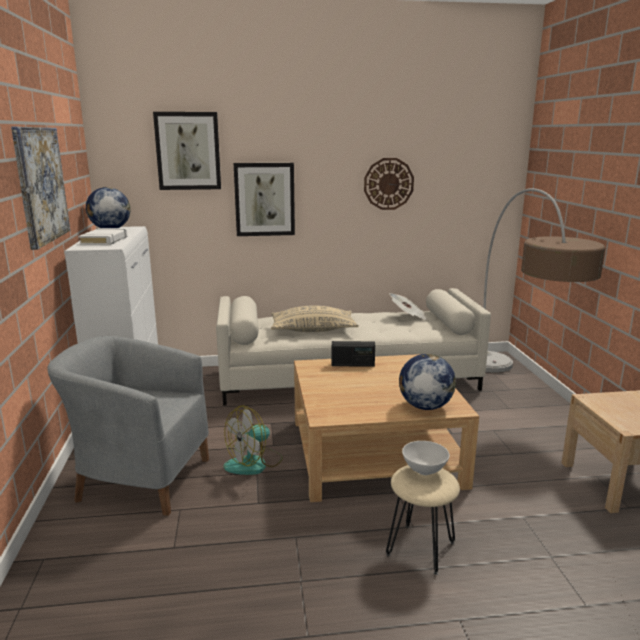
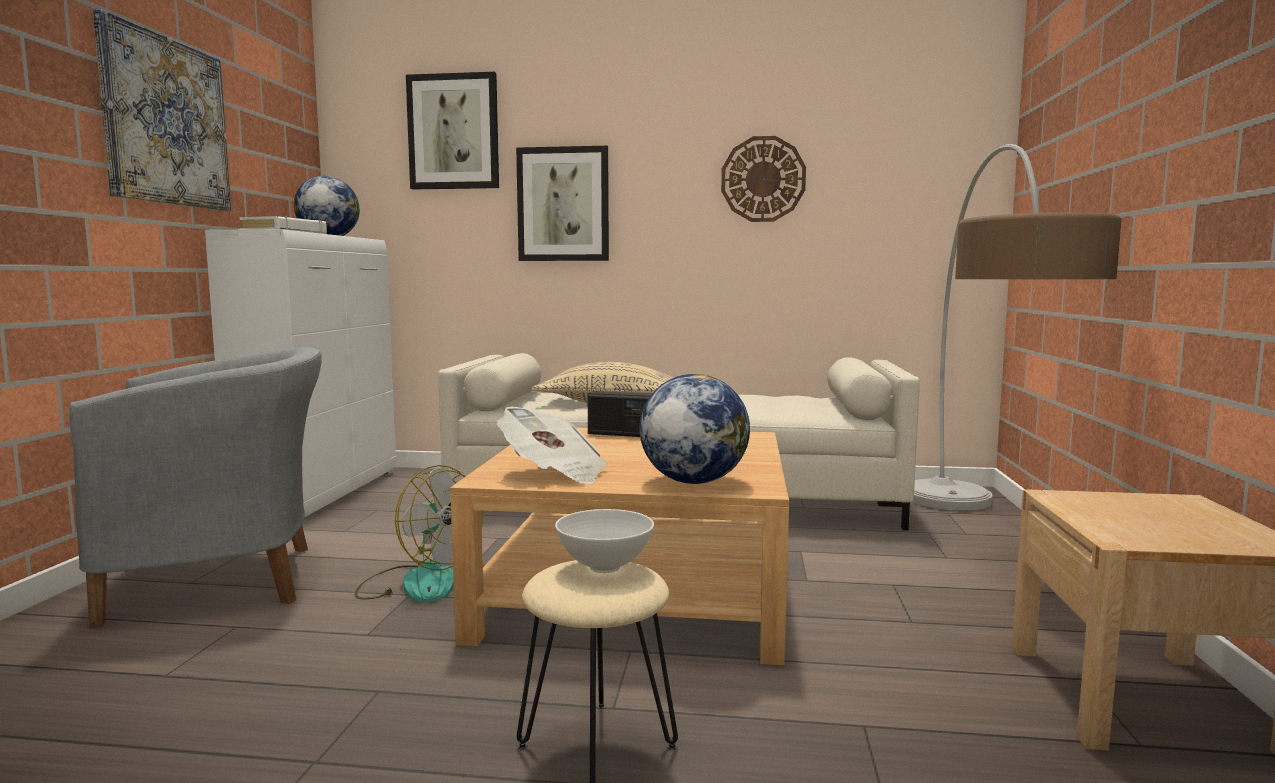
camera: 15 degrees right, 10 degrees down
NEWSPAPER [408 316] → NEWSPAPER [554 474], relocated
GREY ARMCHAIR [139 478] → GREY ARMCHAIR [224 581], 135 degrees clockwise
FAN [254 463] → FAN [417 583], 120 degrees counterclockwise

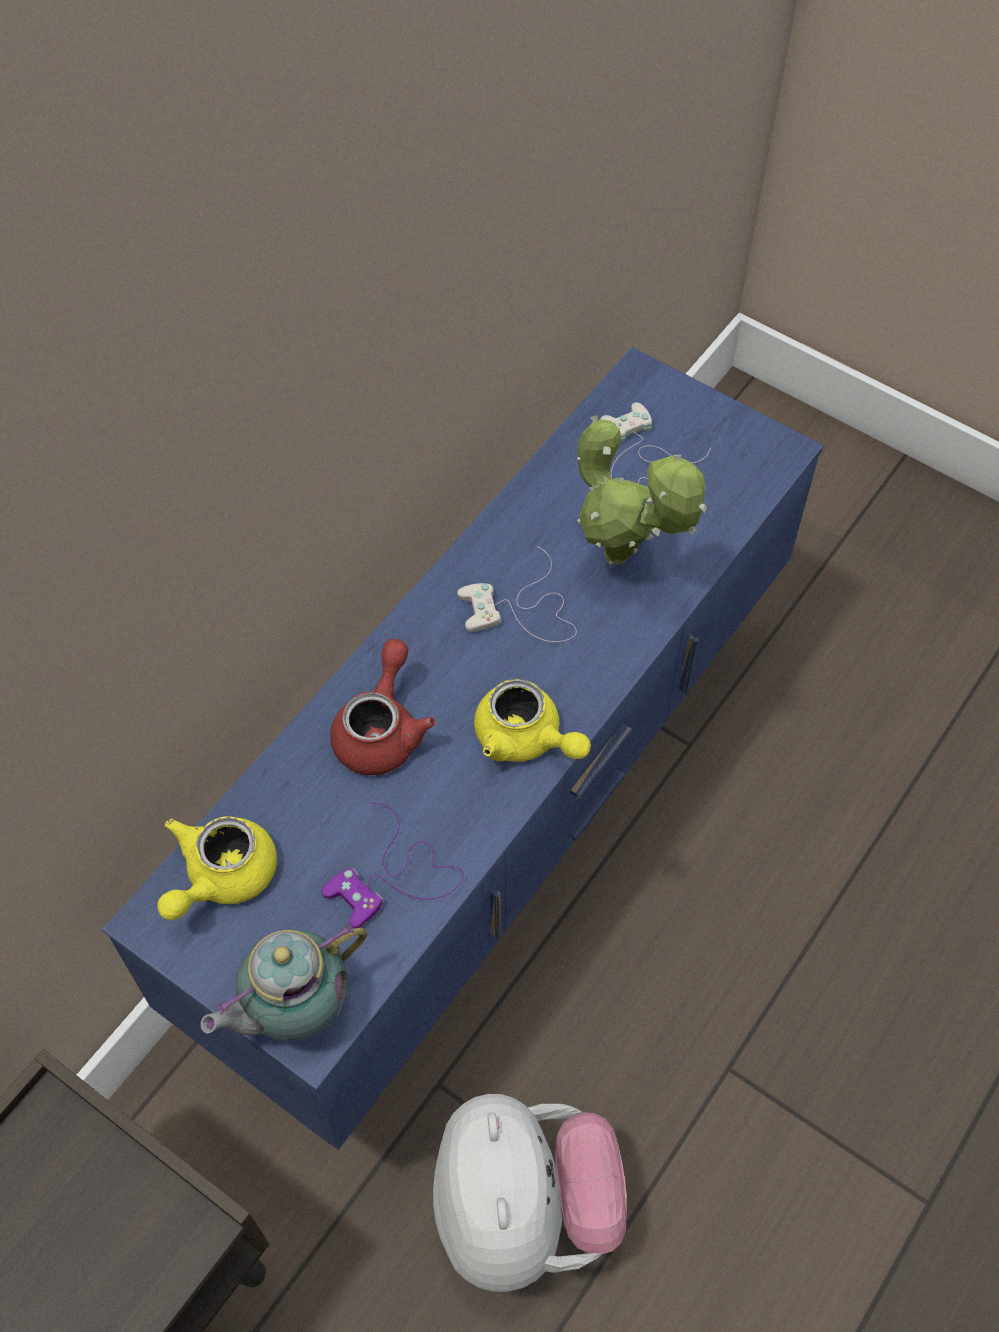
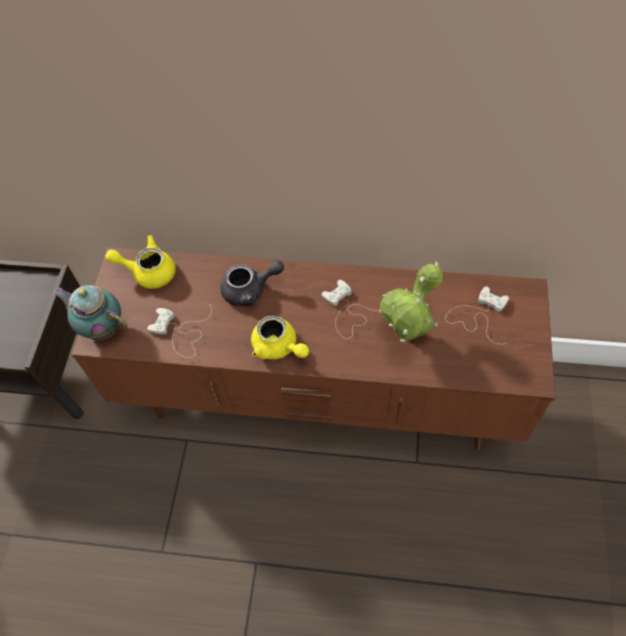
camera: 65 degrees right, 0 degrees up
PLUSH TOY [524 1210] → -
BLUE TV STAND [498 827] → BROWN TV STAND [319 400]
PURPLE GAME CONTROLLER [395 876] → WHITE GAME CONTROLLER [181 332]
RED TEAPOT [382 729] → GREY TEAPOT [250 290]
YELLOW TEAPOT [526 739] → YELLOW TEAPOT [278 347], 60 degrees counterclockwise

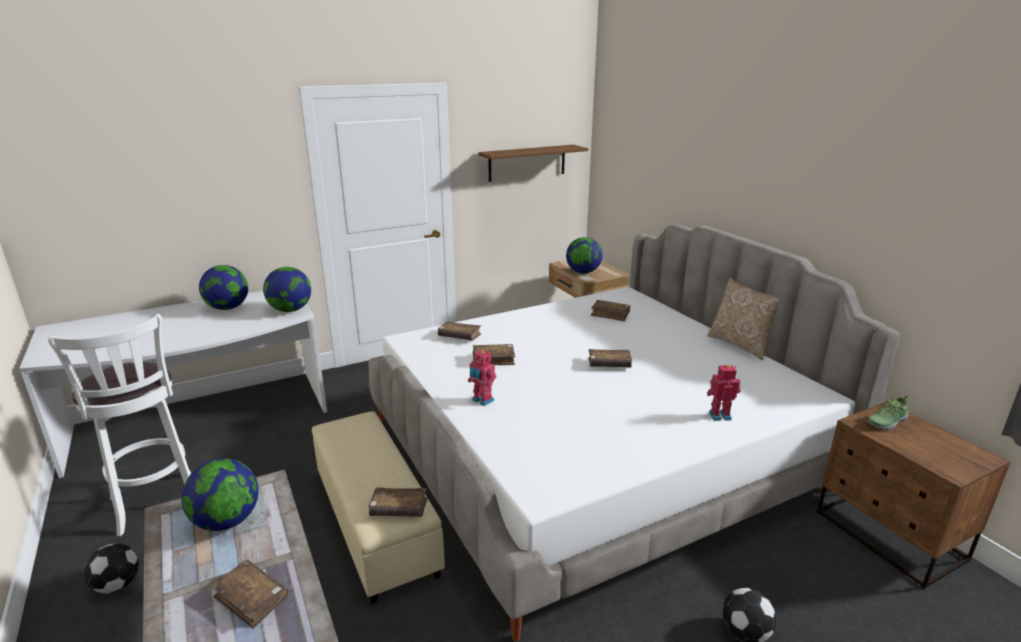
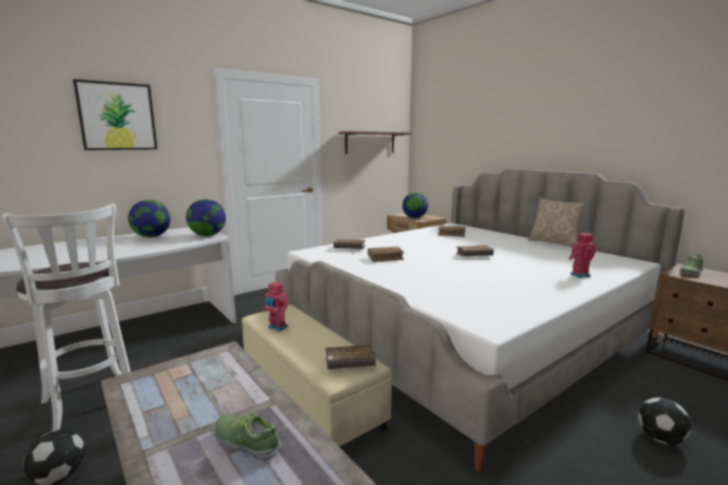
camera: 10 degrees left, 10 degrees down
GLOBE [227 521] → -
- → PICTURE [117 116]
TOY ROBOT [482 401] → TOY ROBOT [276 327], relocated
BROWN BOOK [251 599] → SHOE [247 442]

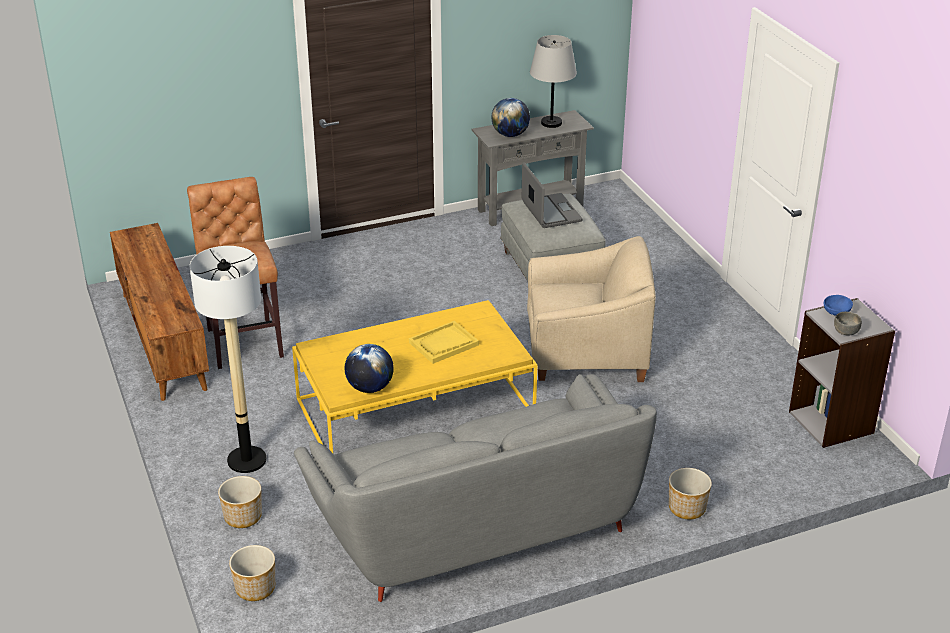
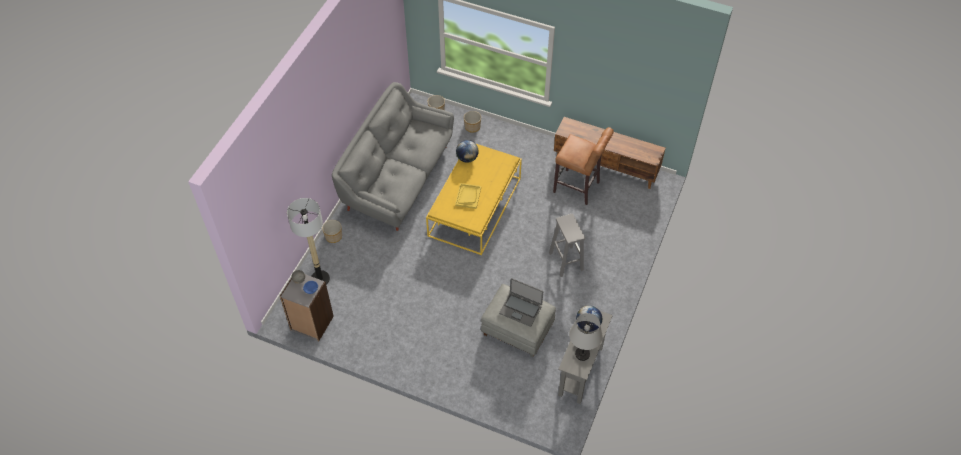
camera: 135 degrees right, 20 degrees up
BEIGE ARMCHAIR [586 353] → -
- → GREY STOOL [565 261]
FLOOR LAMP [247 460] → FLOOR LAMP [320 279], relocated

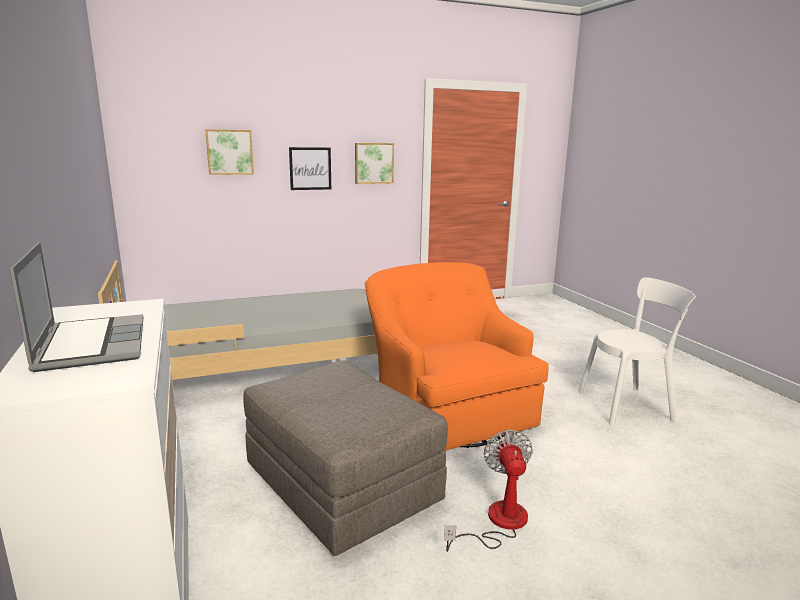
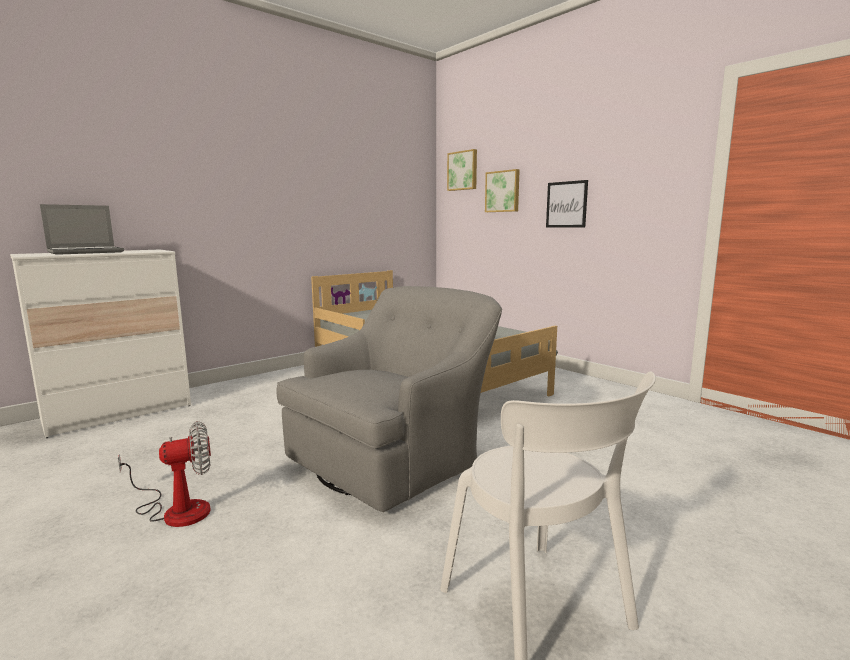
camera: 70 degrees right, 5 degrees down
GREY OTTOMAN [340 484] → -
PICTURE [373 163] → PICTURE [463 170], relocated
ORANGE ARMCHAIR [448 411] → GREY ARMCHAIR [394 457]

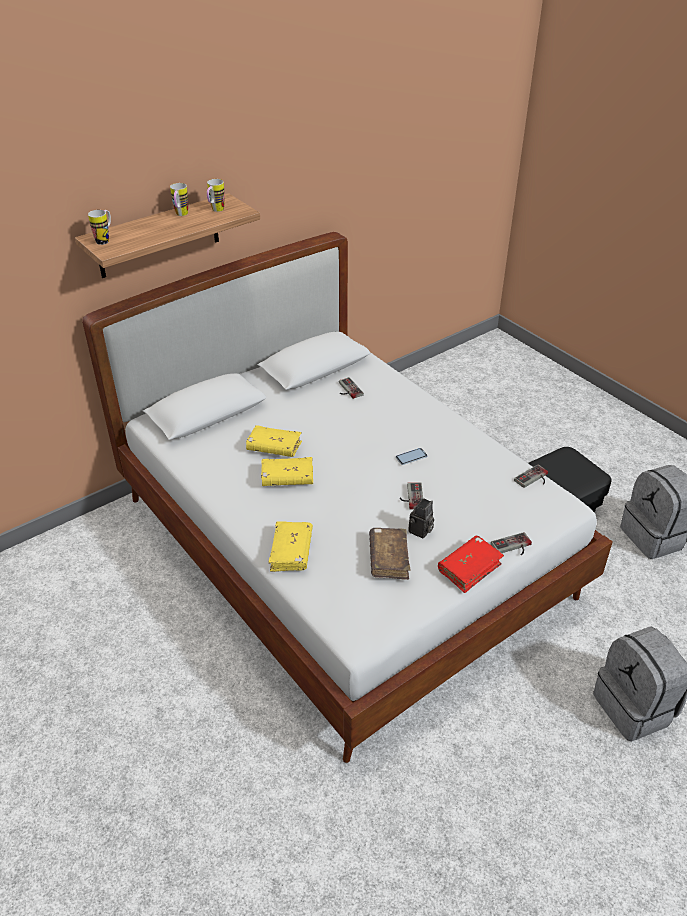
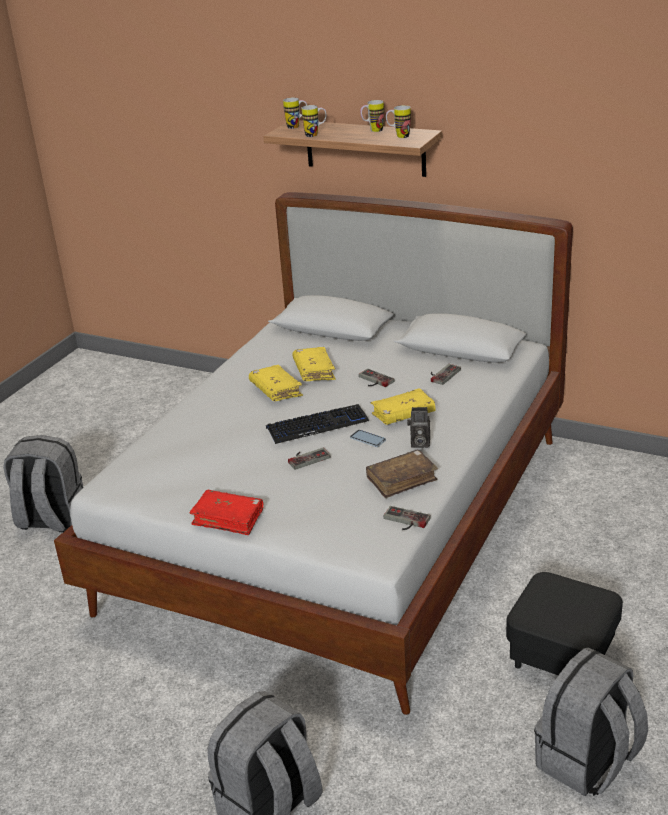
camera: 65 degrees right, 10 degrees down
- → GREY BACKPACK [51 519]
- → KEYBOARD [317 425]
- → MUG [315 135]
YELLOW BOOK [291 552] → YELLOW BOOK [403 414], relocated
BROWN BOOK [388 558] → BROWN BOOK [401 480], relocated
PHOTO CAMERA [420 531] → PHOTO CAMERA [419 443], relocated
GAME CONTROLLER [513 547] → GAME CONTROLLER [373 381], relocated

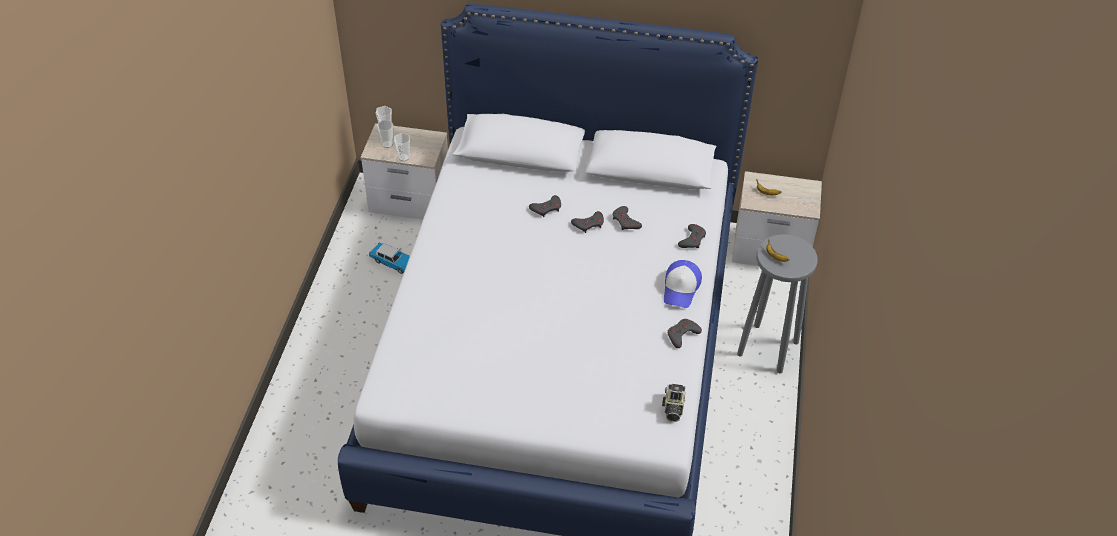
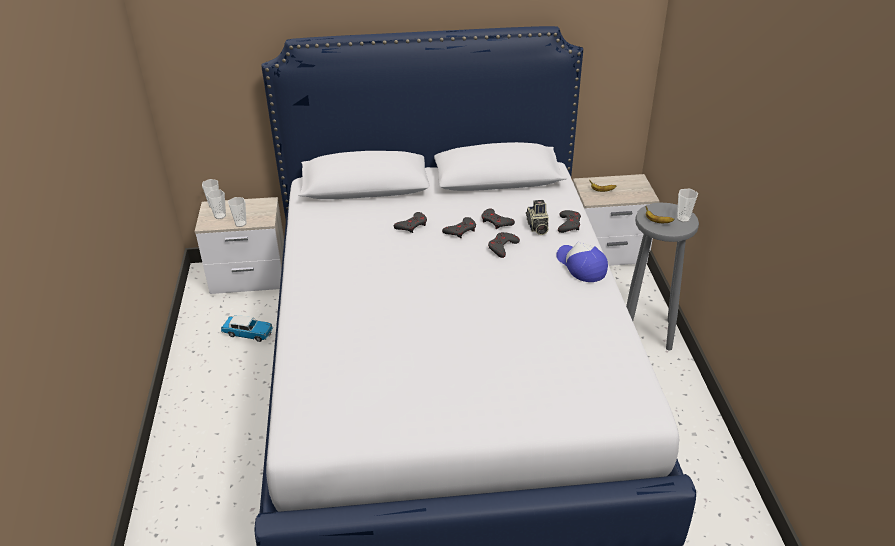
camera: 15 degrees left, 10 degrees down
- → CUP [683 219]
PHOTO CAMERA [672 408] → PHOTO CAMERA [537 227], relocated
GREY GAME CONTROLLER [682 335] → GREY GAME CONTROLLER [502 247], relocated
CAP [681 288] → CAP [581 266], 150 degrees clockwise

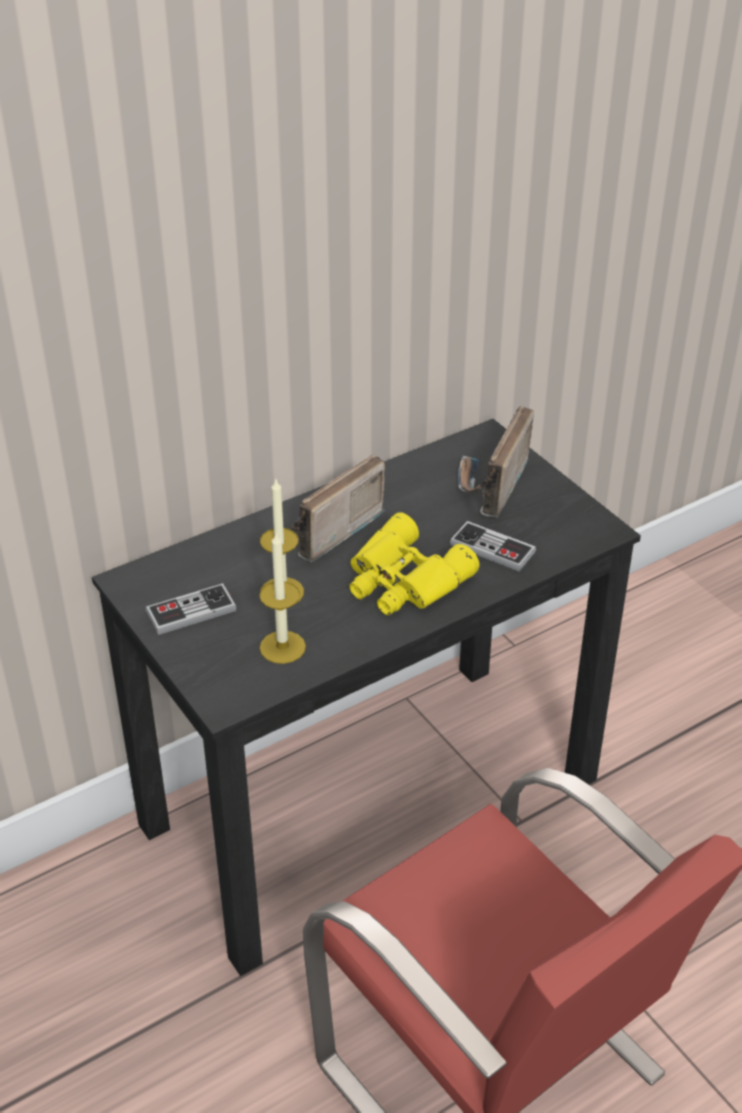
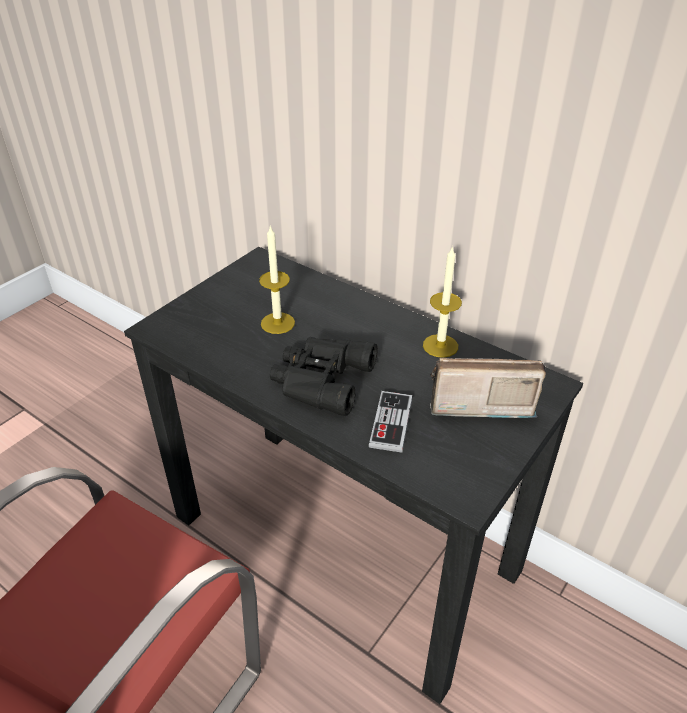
camera: 70 degrees right, 0 degrees up
GAME CONTROLLER [191 611] → -
RADIO [327 530] → -
CANDLE [282 647] → CANDLE [440 346], relocated
YELLOW BINOCULARS [403 581] → BLACK BINOCULARS [319 380]

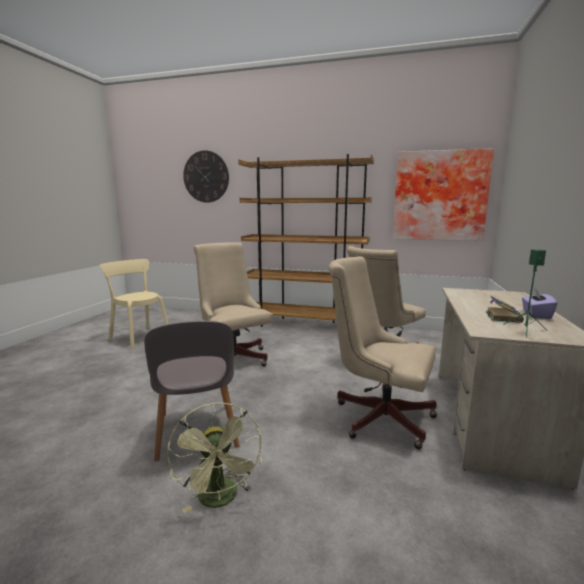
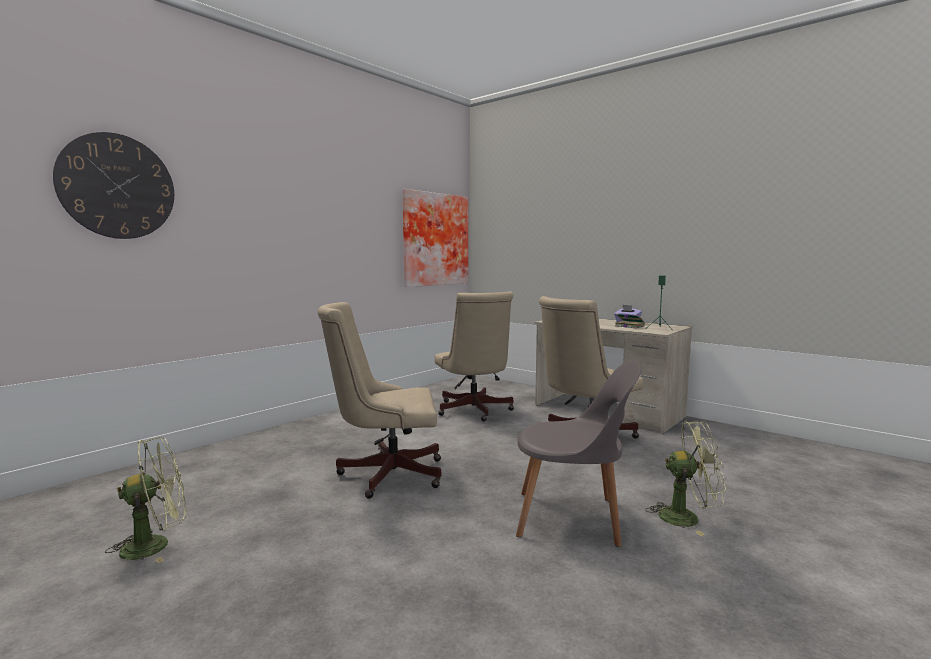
camera: 65 degrees left, 5 degrees down
BROWN BOOKCASE [304 325] → -
BEIGE CHAIR [139 337] → GREEN FAN [156 545]

